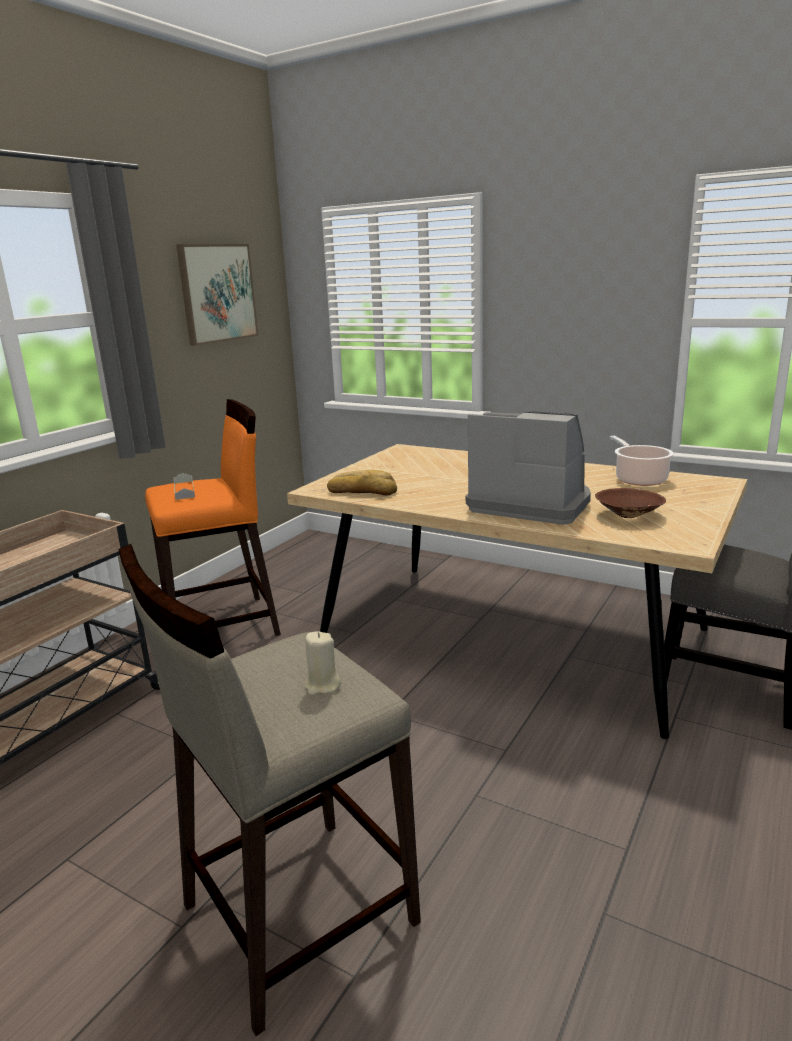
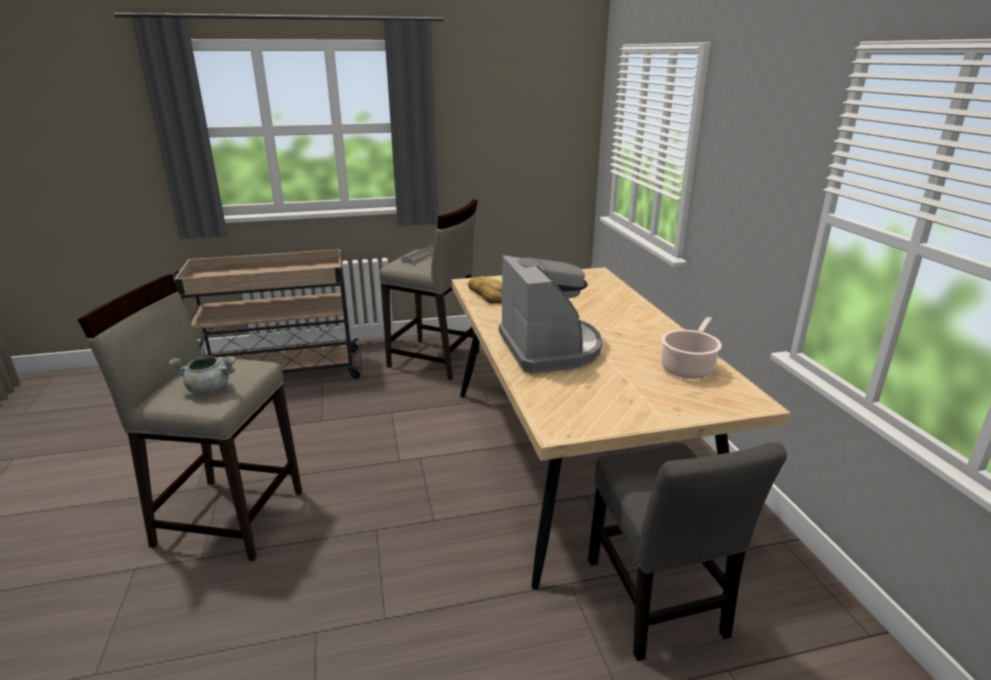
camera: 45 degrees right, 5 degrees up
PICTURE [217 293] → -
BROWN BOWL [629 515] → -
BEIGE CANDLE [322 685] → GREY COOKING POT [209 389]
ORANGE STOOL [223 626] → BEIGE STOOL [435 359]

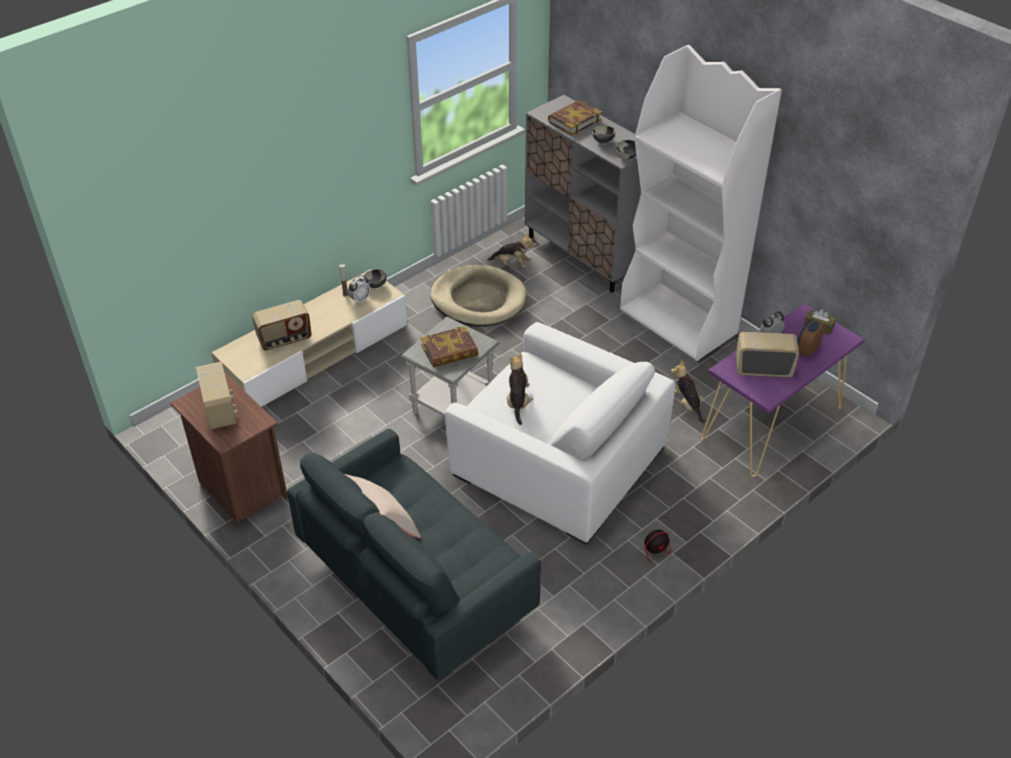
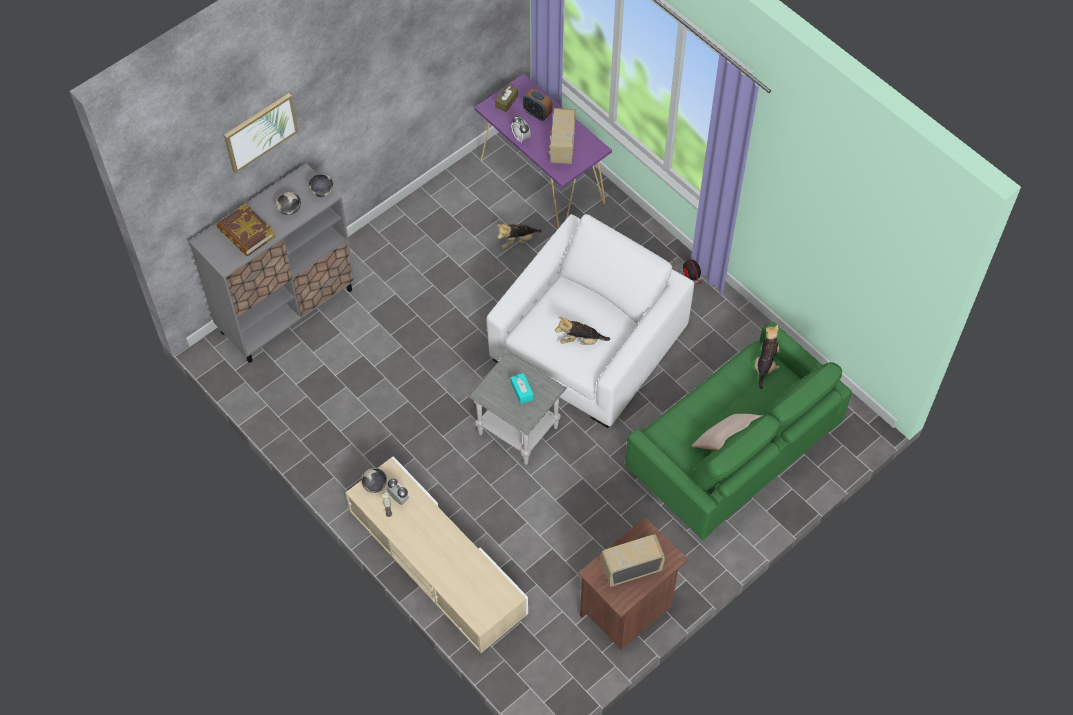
camera: 90 degrees left, 15 degrees up
RADIO [285 339] → -
BEIGE DOG BED [478 299] → -
WHITE BOOKCASE [679 321] → -
- → PICTURE [260 131]
PLUSH TOY [512 264] → PLUSH TOY [766 364], relocated
BOOK [449 351] → TURQUOISE TISSUE BOX [522 391]
GREY SOFA [415 582] → GREEN SOFA [731 453]

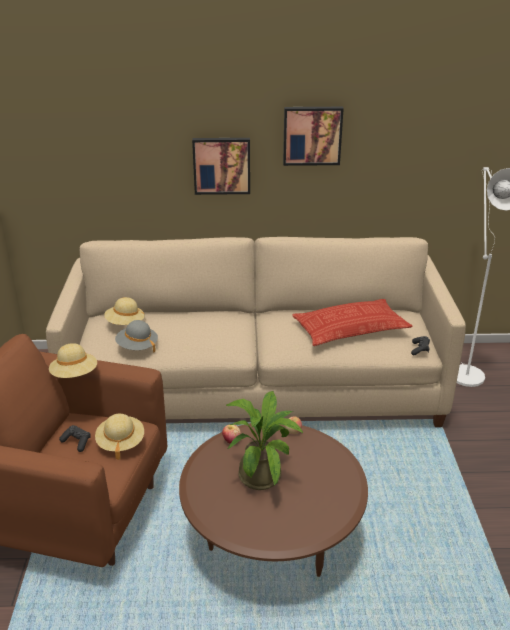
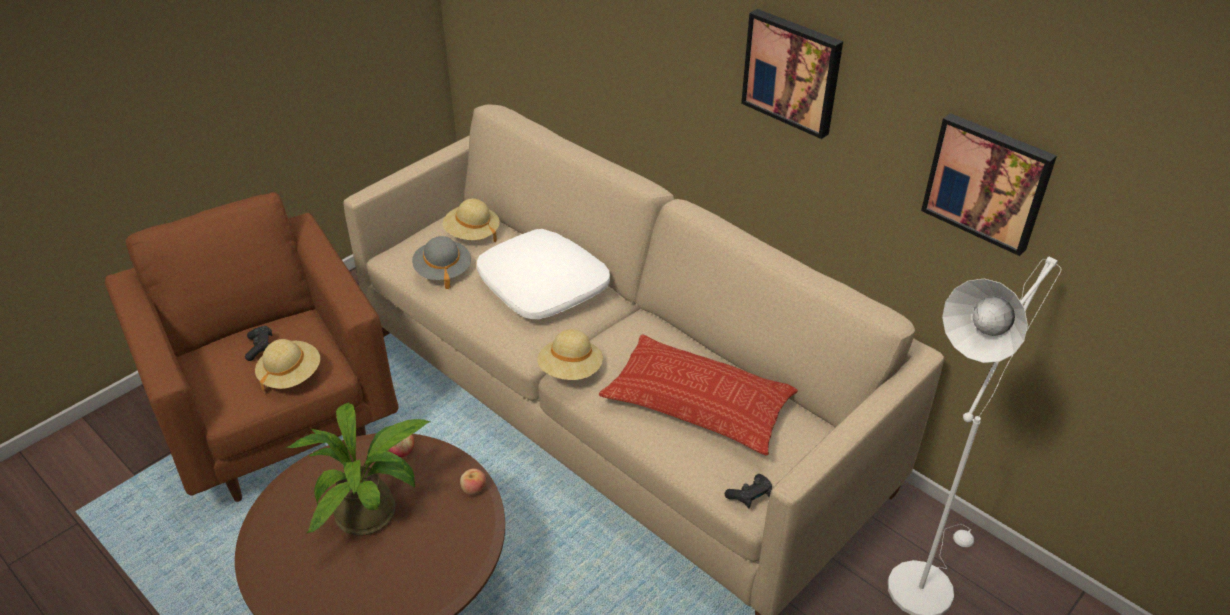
camera: 45 degrees right, 10 degrees up
- → WHITE PILLOW [544 285]
BEIGE HAT [75 375] → BEIGE HAT [570 370], relocated
PICTURE [221 165] → PICTURE [988 182], relocated

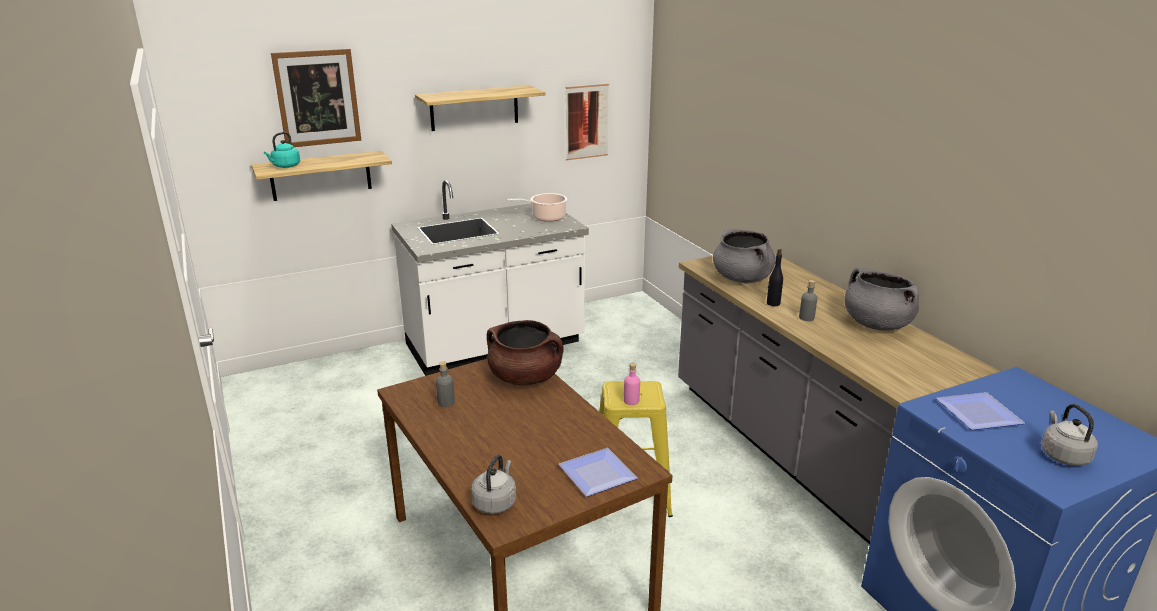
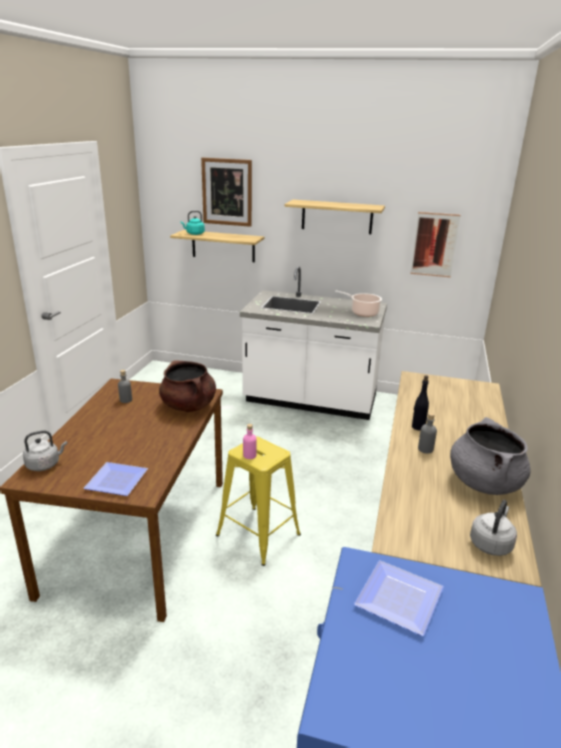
camera: 40 degrees right, 0 degrees up
GREY COOKING POT [742 279] → -
GREY KETTLE [1063 455] → GREY KETTLE [491 543], relocated

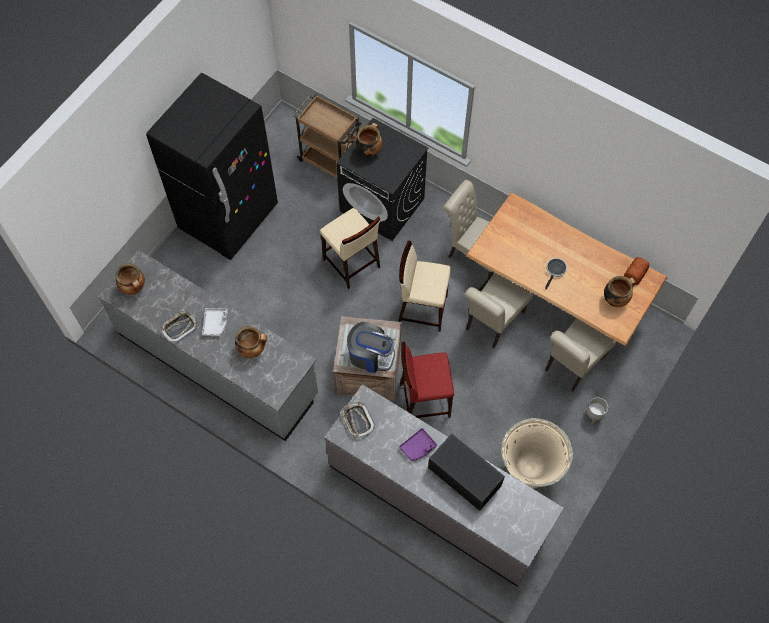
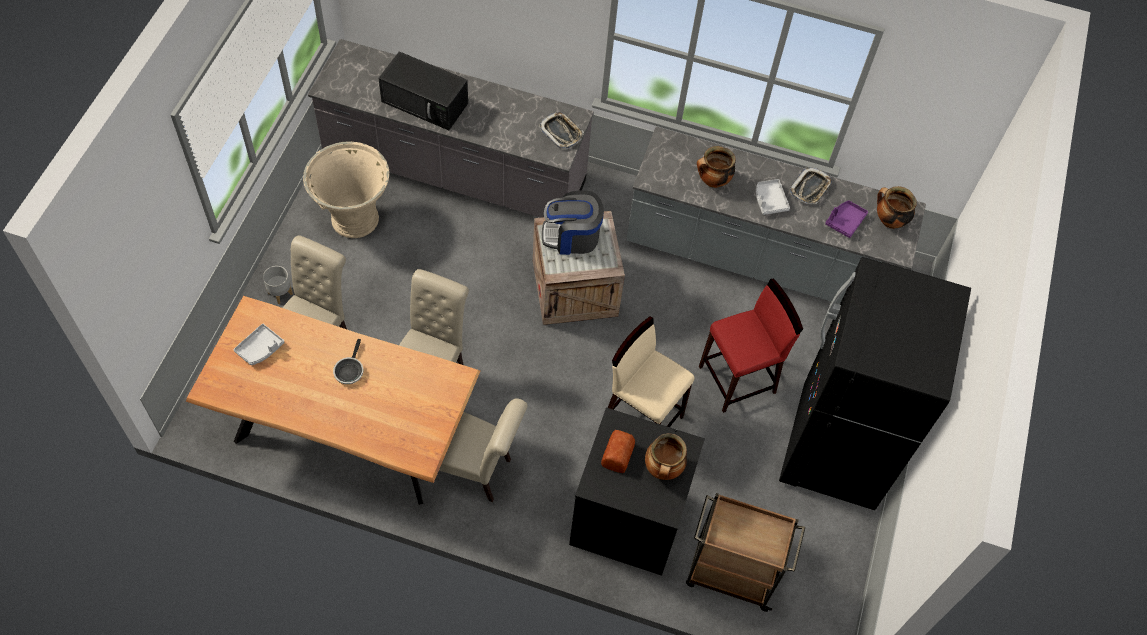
camera: 160 degrees right, 5 degrees down
BEIGE STOOL [422 309] → -
PURPLE TRAY [418 447] → PURPLE TRAY [845 221], relocated
RED STOOL [424 400] → RED STOOL [738 380], relocated
BREAD [636 273] → BREAD [616 455], relocated
COOKING POT [615 299] → GREY TRAY [260 348]

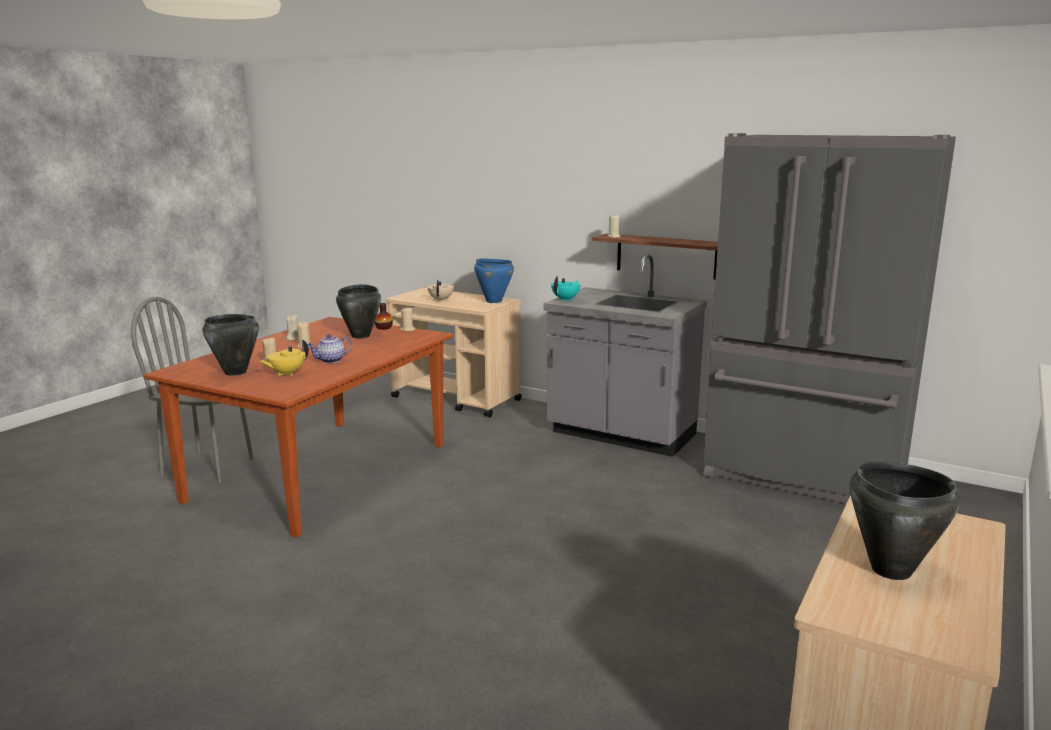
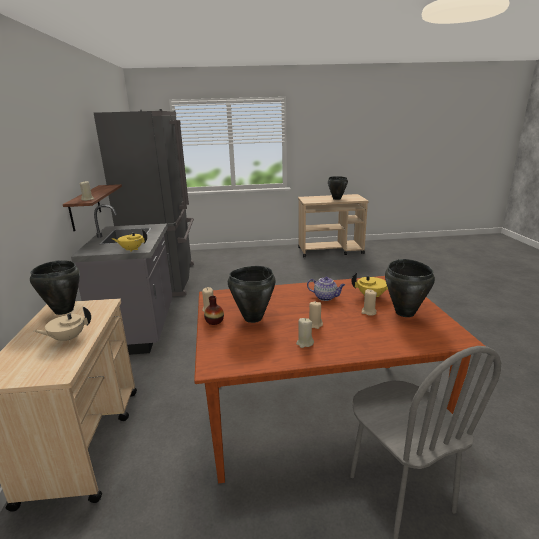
camera: 125 degrees left, 5 degrees up
BLUE COOKING POT [493 301] → BLACK COOKING POT [63 310]
TURQUOISE TEAPOT [566 299] → YELLOW TEAPOT [132 249]

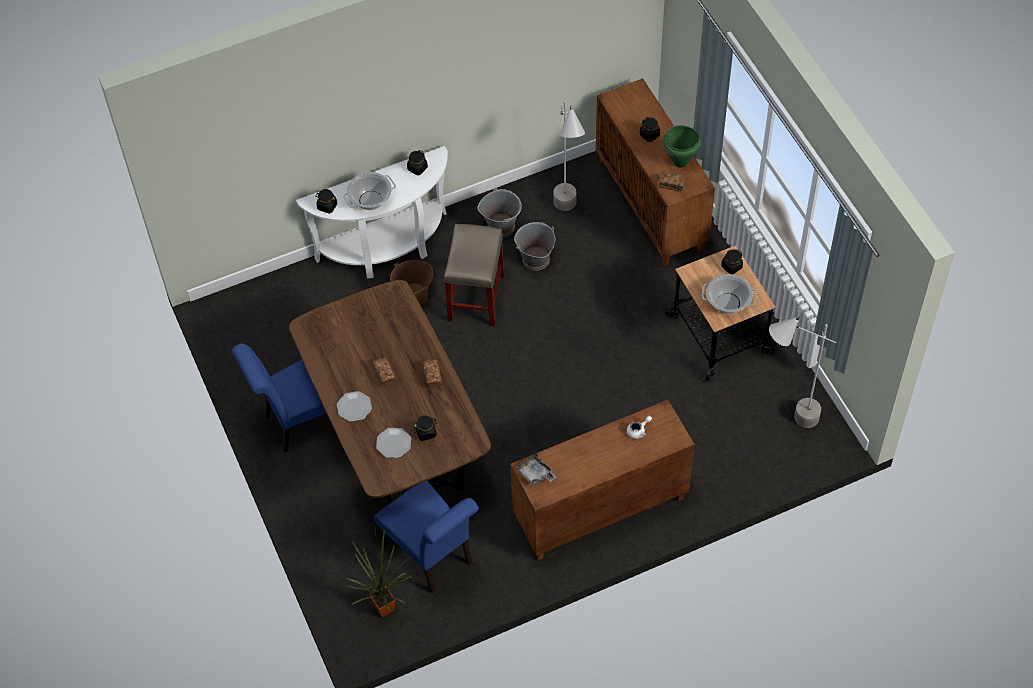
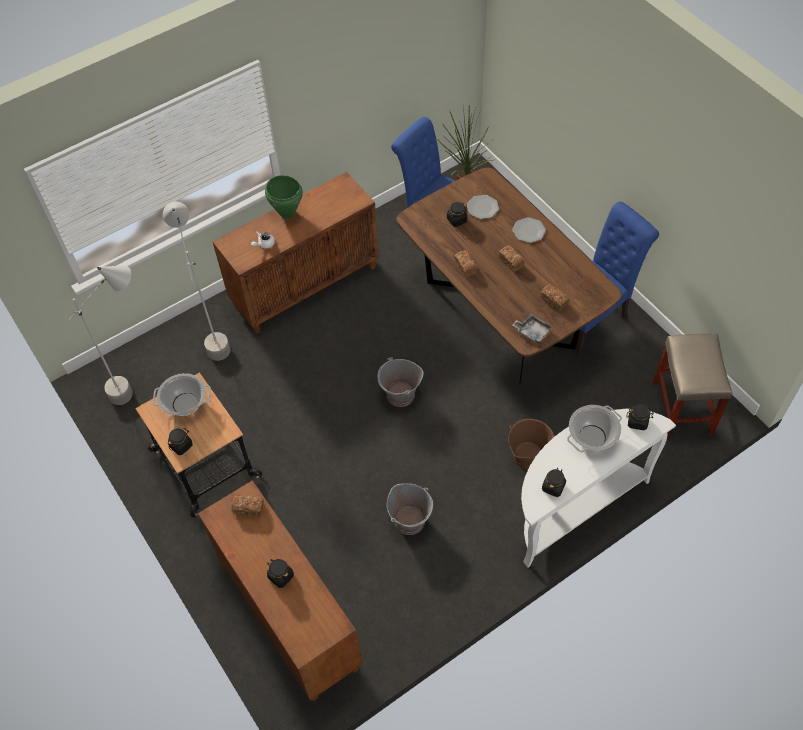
camera: 170 degrees right, 0 degrees up
- → BREAD [554 300]
BEIGE STOOL [476 298] → BEIGE STOOL [681 406], relocated
GREY BUCKET [501 226] → GREY BUCKET [400 395], relocated
GREY TRAY [535 474] → GREY TRAY [532 331], relocated
GREY FLOOR LAMP [568 217] → GREY FLOOR LAMP [213 335], relocated
GREEN COOKING POT [680 162] → GREEN COOKING POT [287 213], relocated

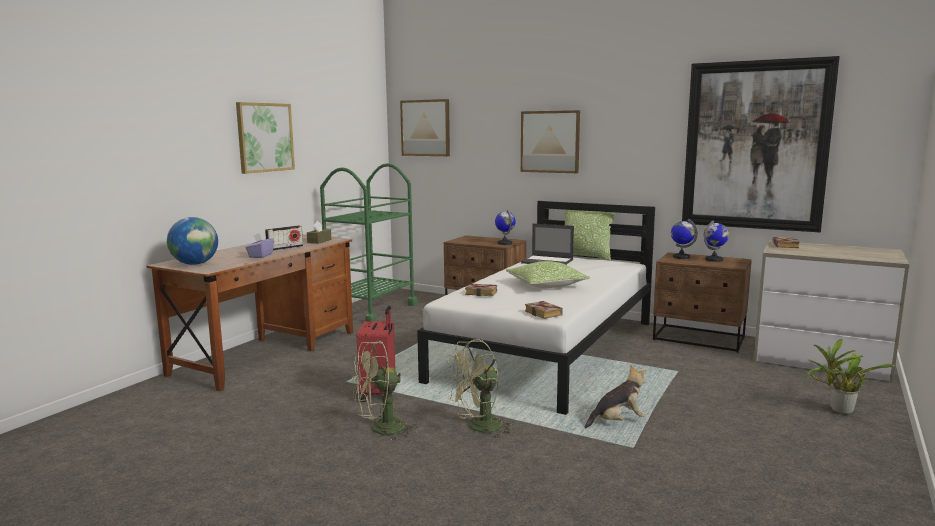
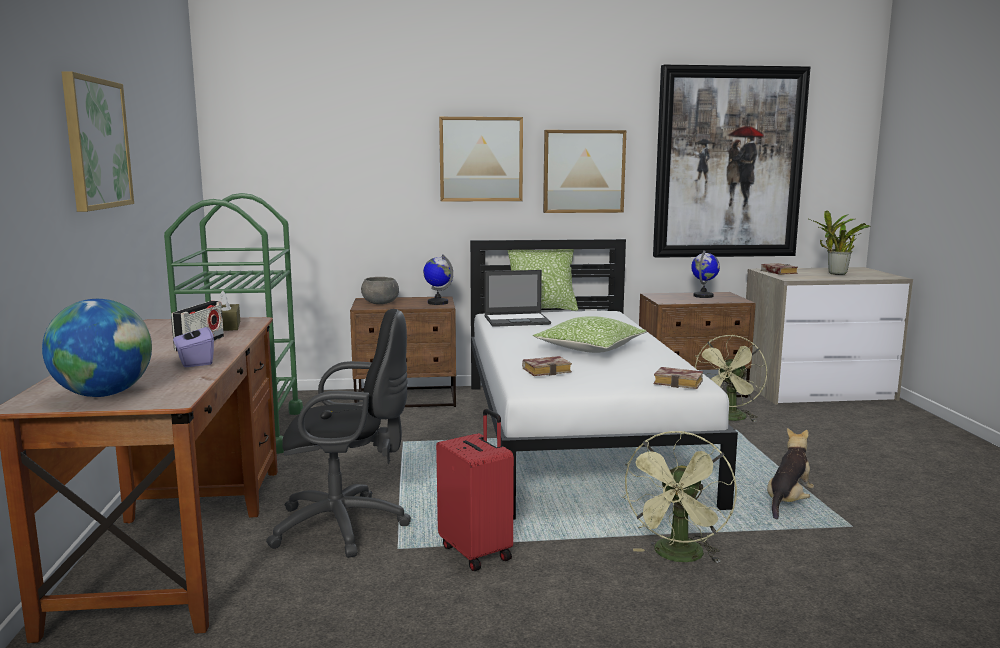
camera: 35 degrees left, 0 degrees up
GLOBE [681 257] → -
- → BLACK OFFICE CHAIR [346 526]
- → GREY BOWL [380 303]
GREEN FAN [380 430] → GREEN FAN [729 418], relocated
PICTURE [425 128] → PICTURE [583 171], relocated
POTTED PLANT [838 411] → POTTED PLANT [835 274], relocated

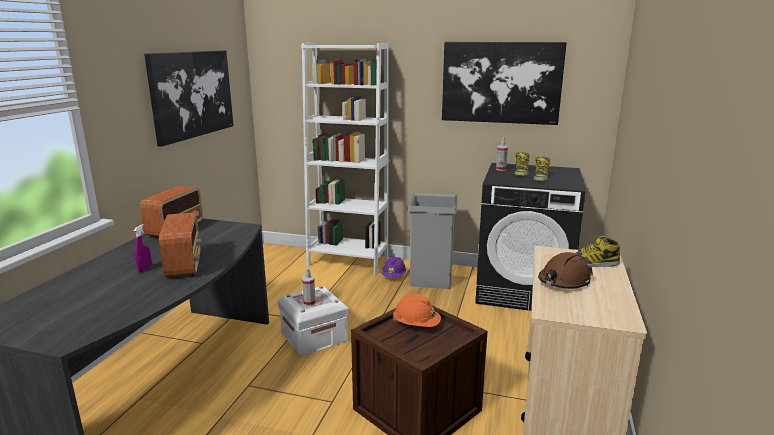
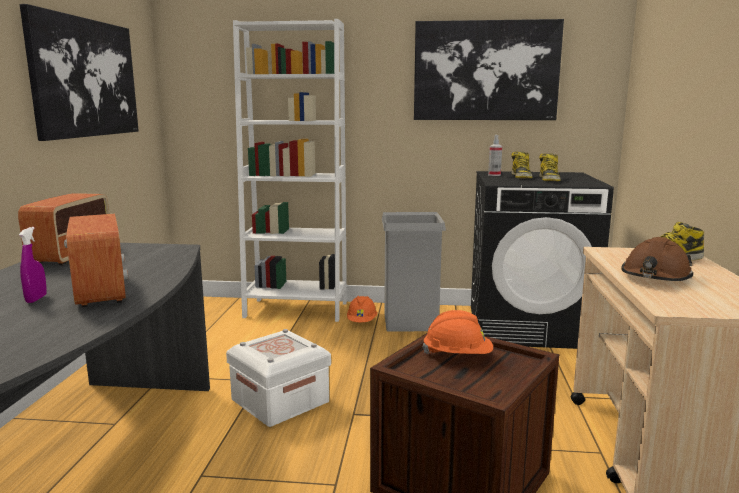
camera: 10 degrees left, 5 degrees down
SPRAY BOTTLE [309 303] → -
PURPLE HARD HAT [394 276] → ORANGE HARD HAT [362 322]

